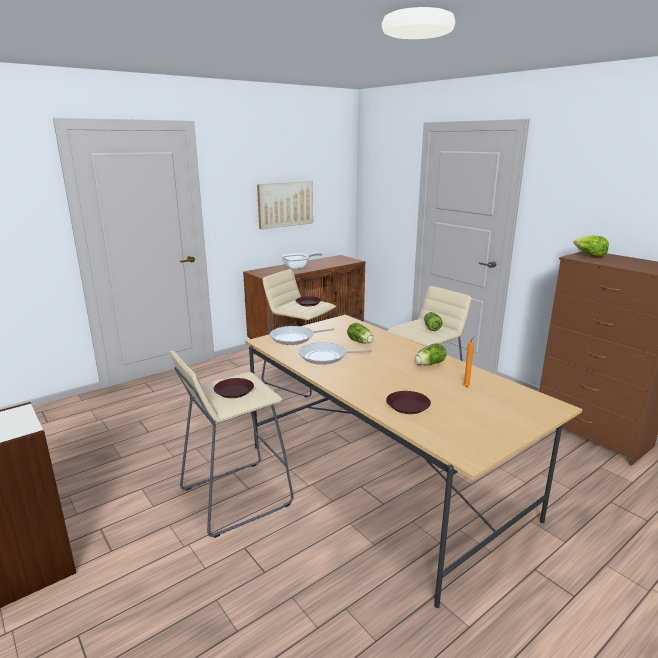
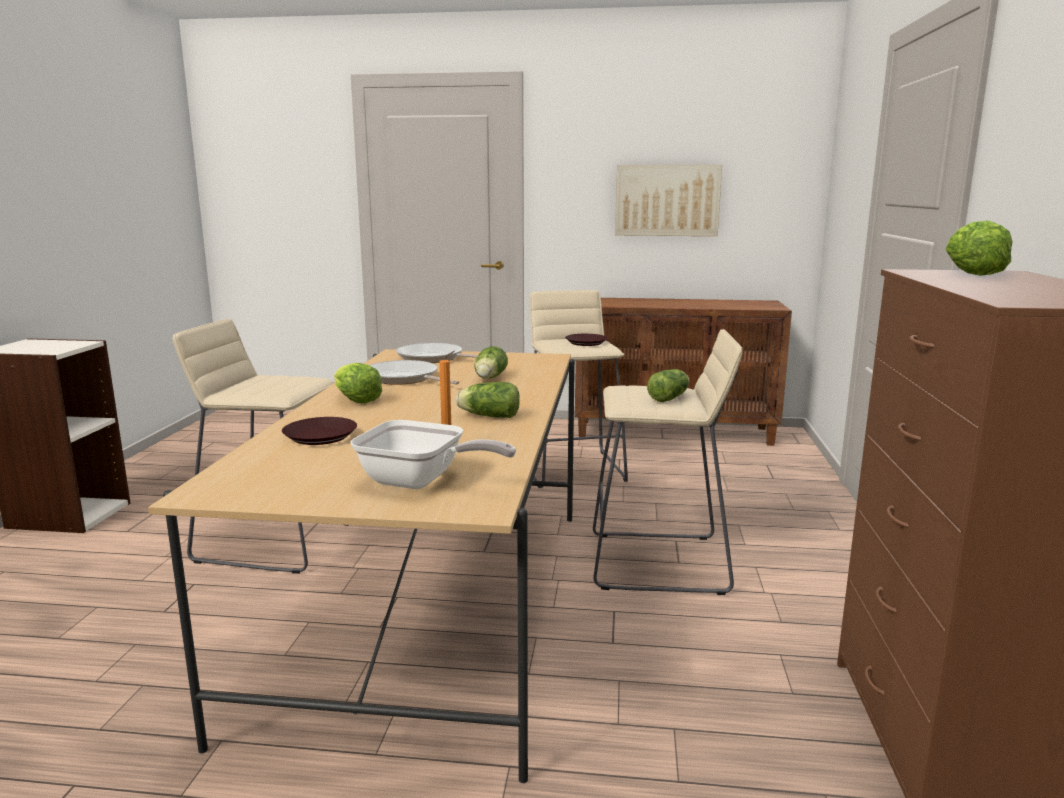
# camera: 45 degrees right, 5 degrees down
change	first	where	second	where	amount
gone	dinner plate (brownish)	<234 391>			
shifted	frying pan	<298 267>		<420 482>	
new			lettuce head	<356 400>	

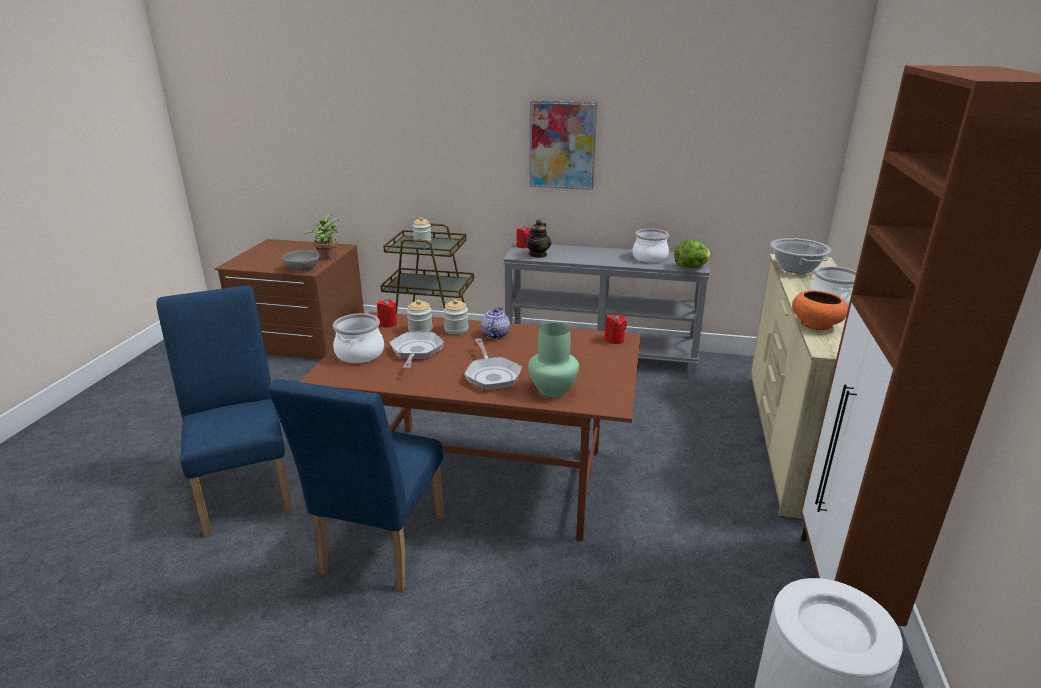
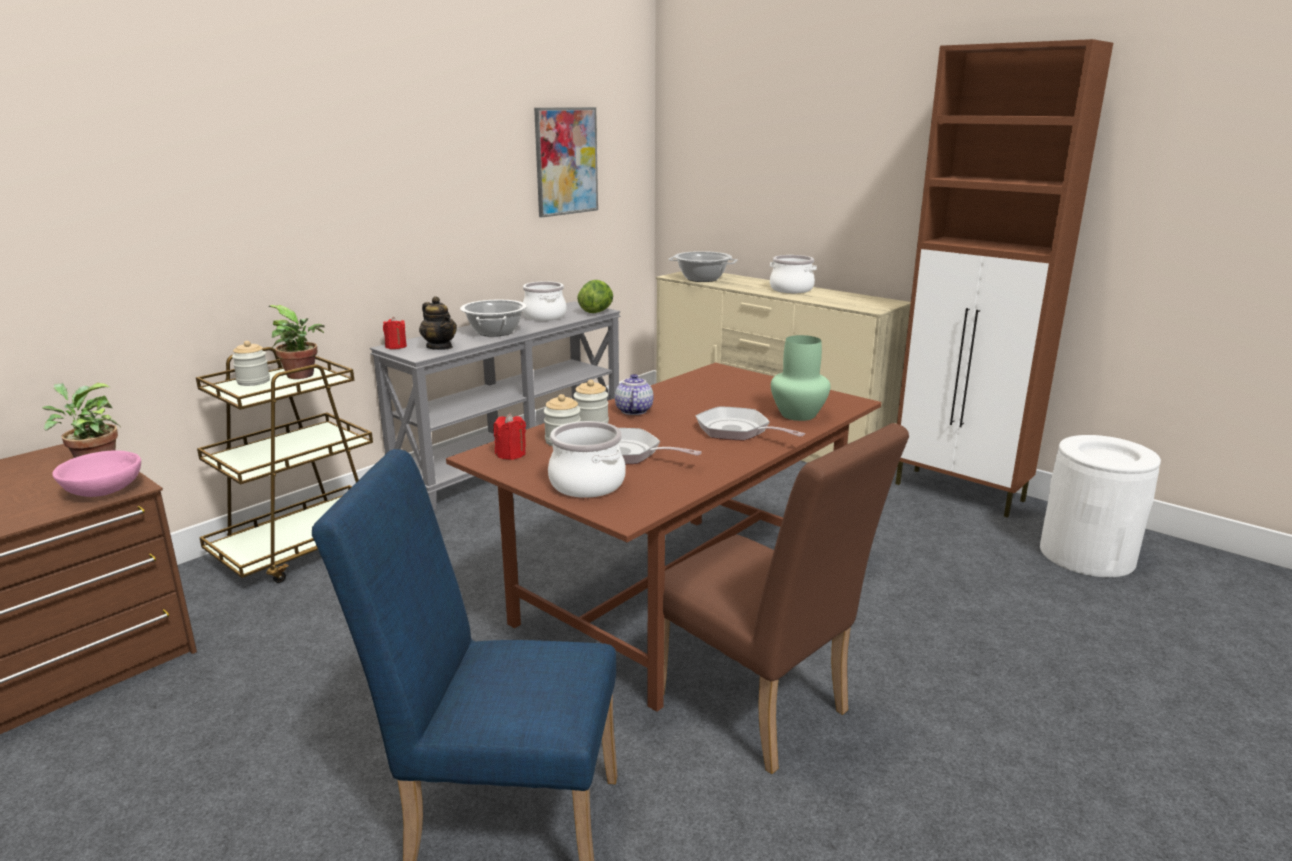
# camera: 60 degrees left, 5 degrees down
change	first	where	second	where	amount
repainted	upright chair (bluish)	<378 551>	upright chair (brownish)	<760 711>	
repainted	serving bowl (grey)	<302 269>	serving bowl (pink)	<105 491>	
rotated	frying pan	<492 375>		<737 431>	150 degrees counterclockwise
rotated	teapot	<495 334>		<633 410>	45 degrees clockwise
shifted	picture	<562 145>		<566 161>	
gone	wax light (reddish)	<614 340>			
gone	serving bowl (orange-coloured)	<816 324>			
new			houseplant	<303 376>	
new			saucepot	<495 332>	

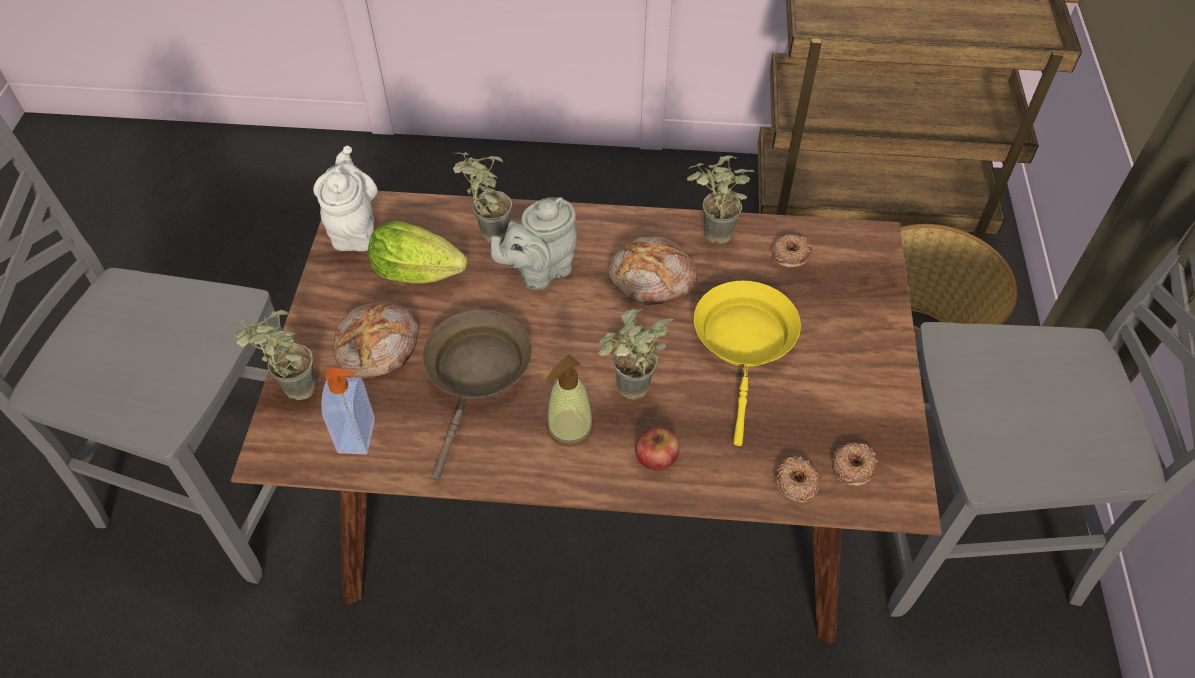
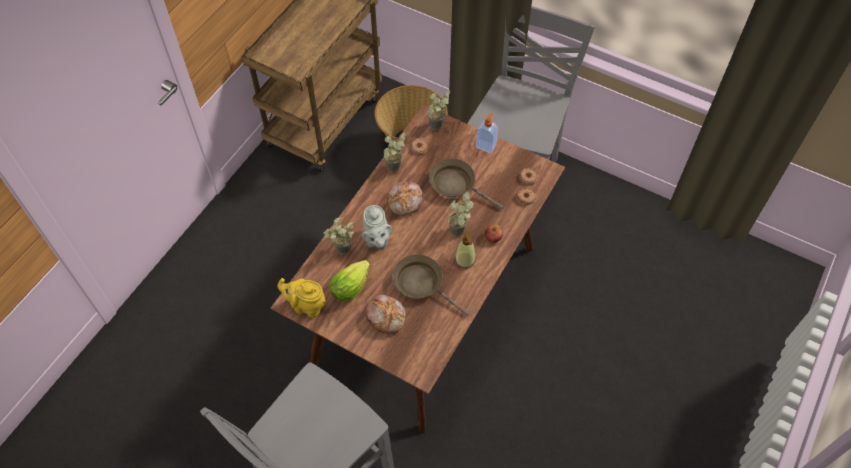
# camera: 65 degrees left, 5 degrees up
change	first	where	second	where	amount
shifted	houseplant	<291 392>		<436 129>	
repainted	teapot (whitish)	<354 230>	teapot (yellow)	<306 305>	
shifted	liquid soap bottle	<358 436>		<486 146>	
repainted	frying pan (yellow)	<744 344>	frying pan (brownish)	<456 185>	

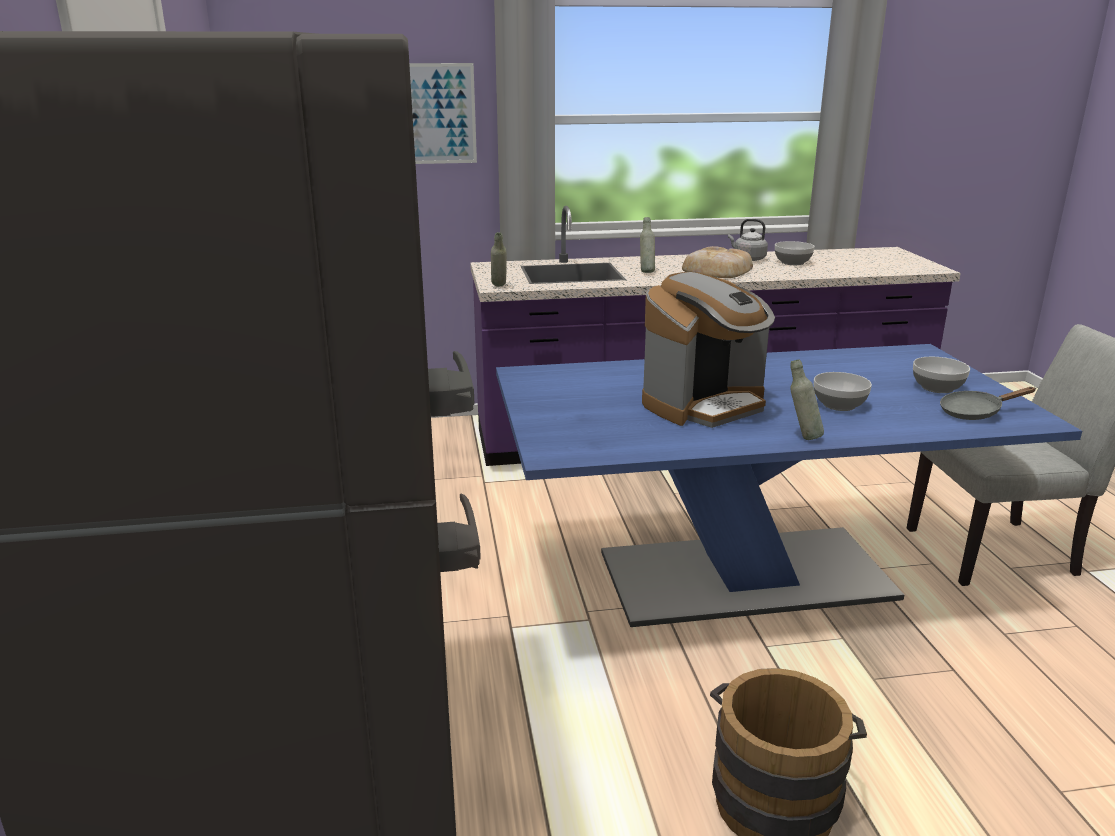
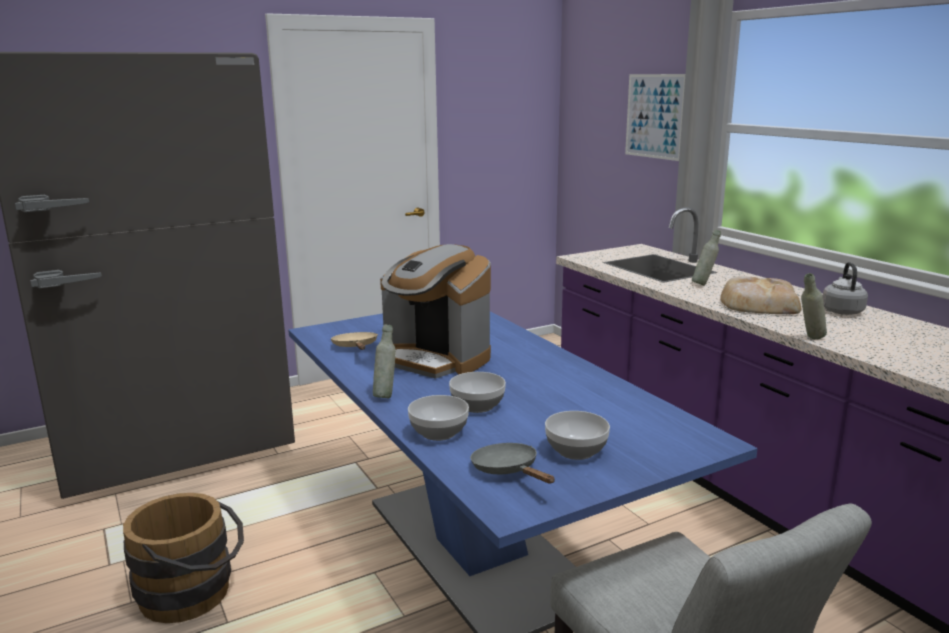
# camera: 70 degrees right, 5 degrees down
change	first	where	second	where	amount
shifted	drink bottle (grey)	<499 287>		<809 339>	
shifted	serving bowl	<793 263>		<438 433>	
new			frying pan (beige-coloured)	<356 347>	

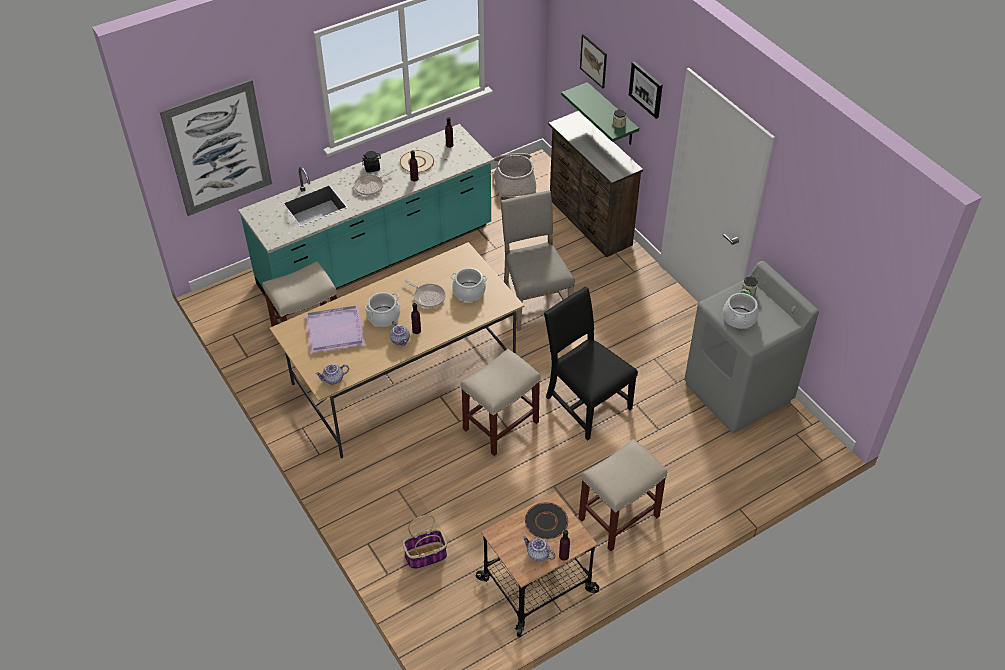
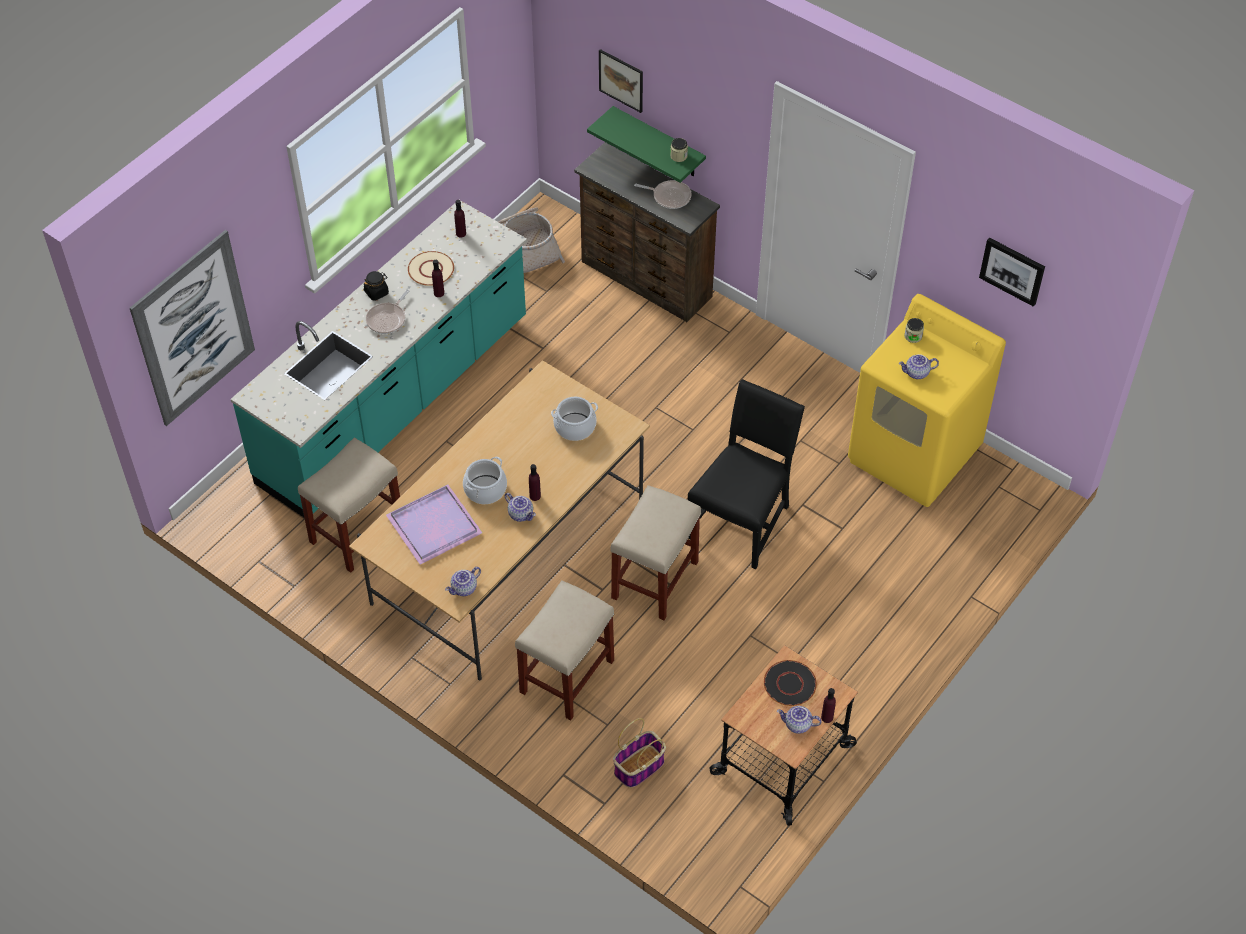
# camera: 20 degrees left, 5 degrees up
change	first	where	second	where	amount
shifted	frying pan	<428 297>		<669 196>	
gone	upright chair (beige-coloured)	<534 301>			
rotated	upright chair (black)	<585 402>		<742 520>	90 degrees clockwise
shifted	stool (beige-coloured)	<618 518>		<566 677>	
shifted	picture	<646 89>		<1012 270>	
repainted	washing machine (grey)	<738 392>	washing machine (yellow)	<914 454>	
swapped	saucepot	<739 318>	teapot	<916 373>	

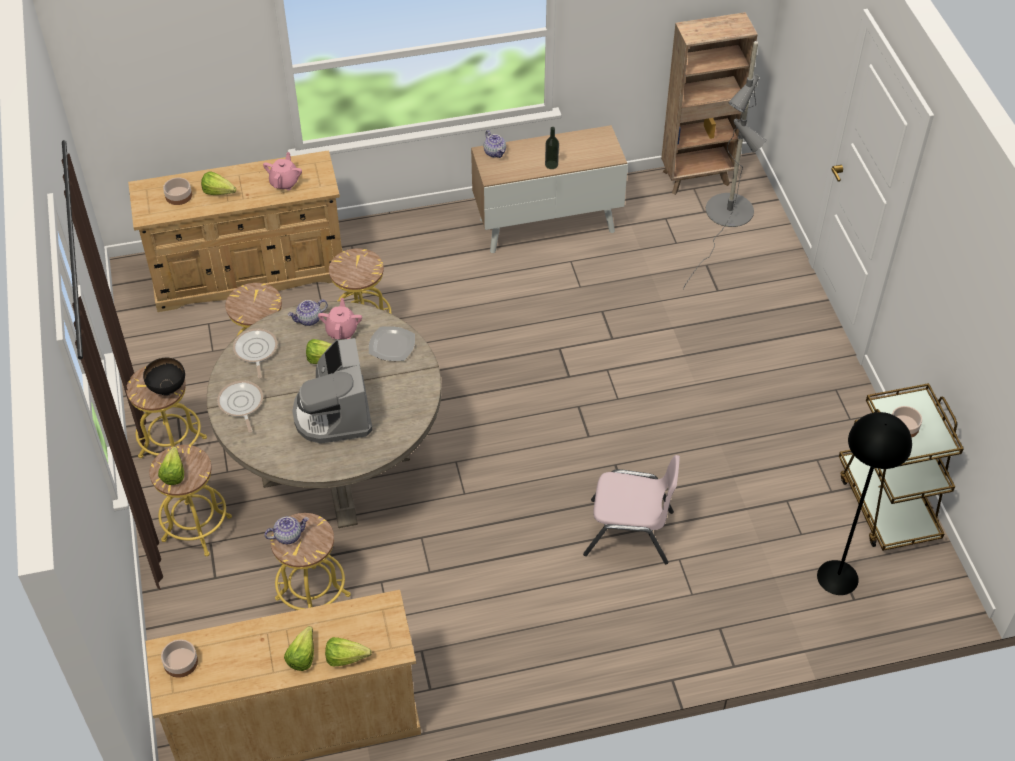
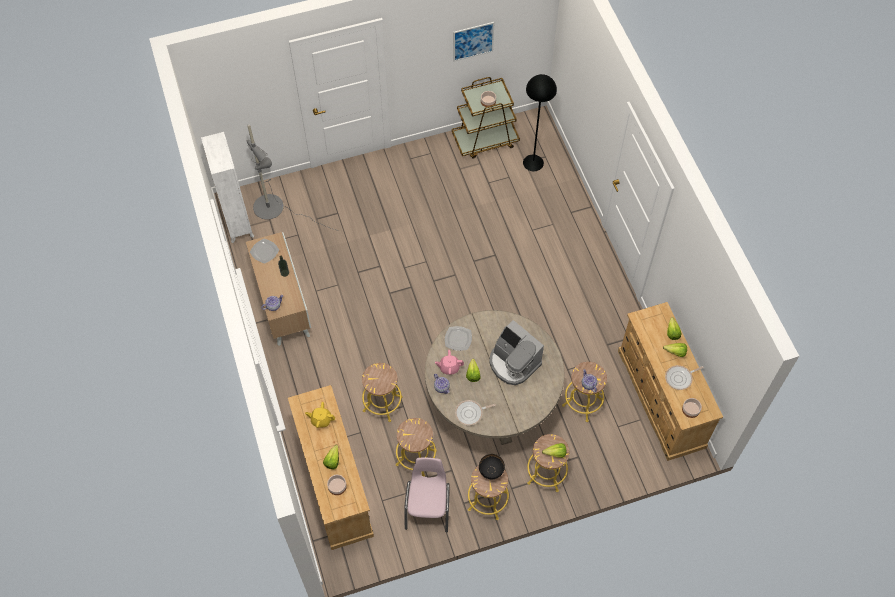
# camera: 95 degrees left, 10 degrees up
change	first	where	second	where	amount
shifted	frying pan	<241 404>		<680 378>	
repainted	teapot (pink)	<284 182>	teapot (yellow)	<321 420>	
rotated	coffee brewer	<334 413>		<513 363>	60 degrees clockwise
shifted	upright chair (pink)	<629 533>		<428 506>	
repainted	bookshelf (brownish)	<697 178>	bookshelf (whitish)	<238 224>	
new			dinner plate	<264 251>	
new			picture	<473 41>	

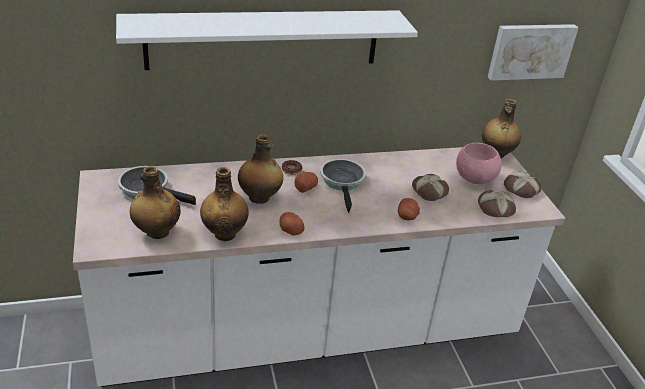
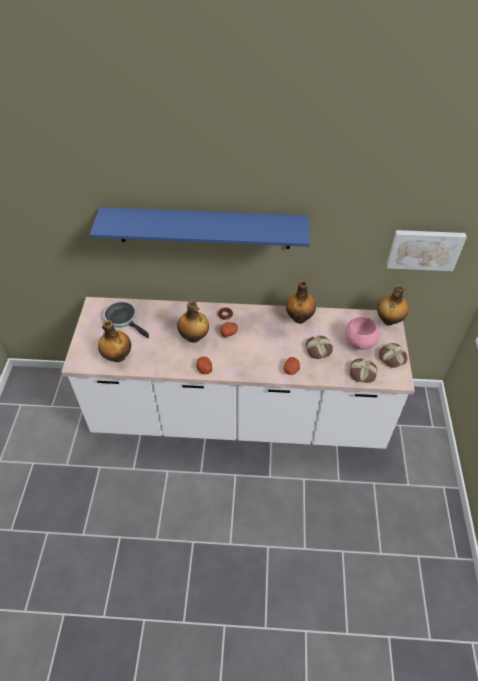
# camera: 20 degrees right, 15 degrees up
change	first	where	second	where	amount
repainted	shelf (whitish)	<263 39>	shelf (bluish)	<204 228>	
shifted	drink bottle	<225 233>		<299 318>	
gone	frying pan	<343 182>			

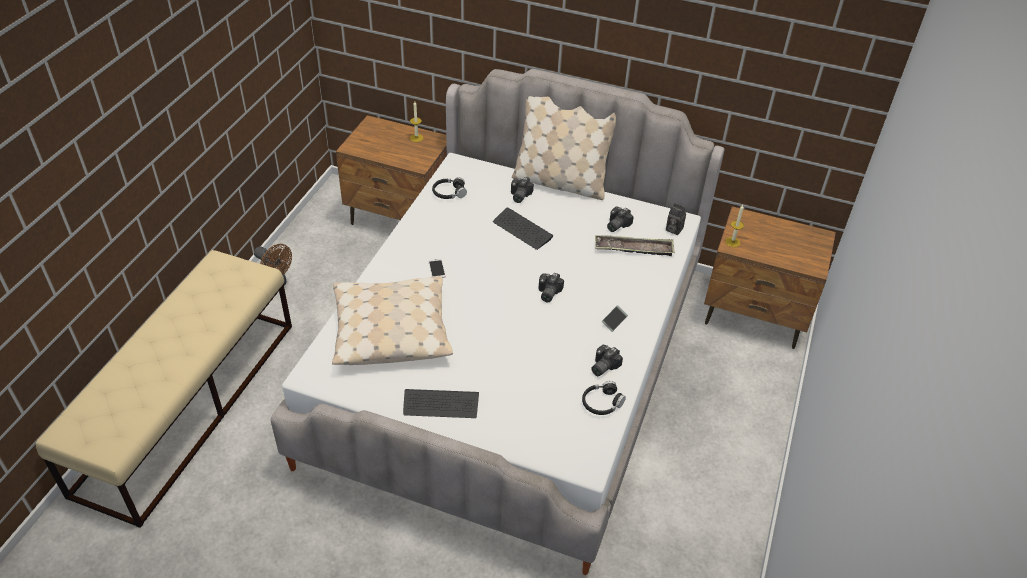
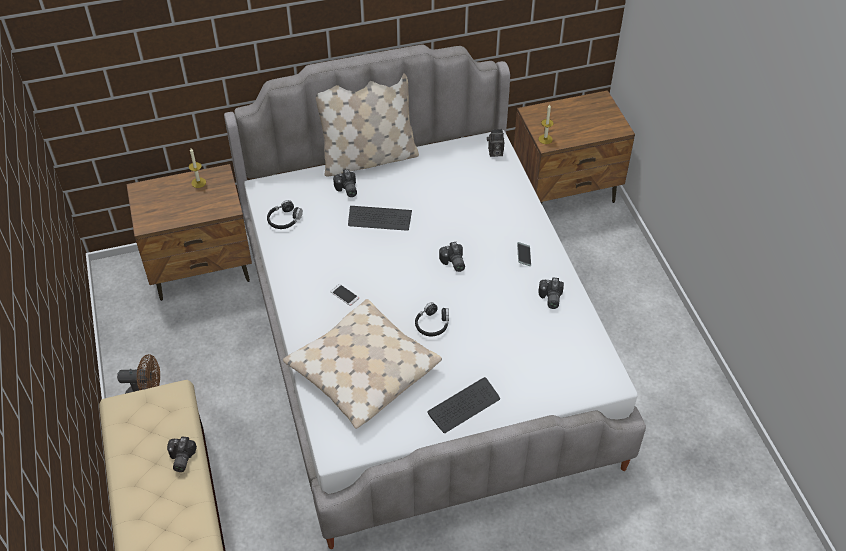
# camera: 35 degrees left, 5 degrees up
change	first	where	second	where	amount
shifted	pair of headphones (black)	<602 403>		<432 324>	
gone	serving tray	<633 249>			
shifted	still camera	<616 225>		<180 459>	

